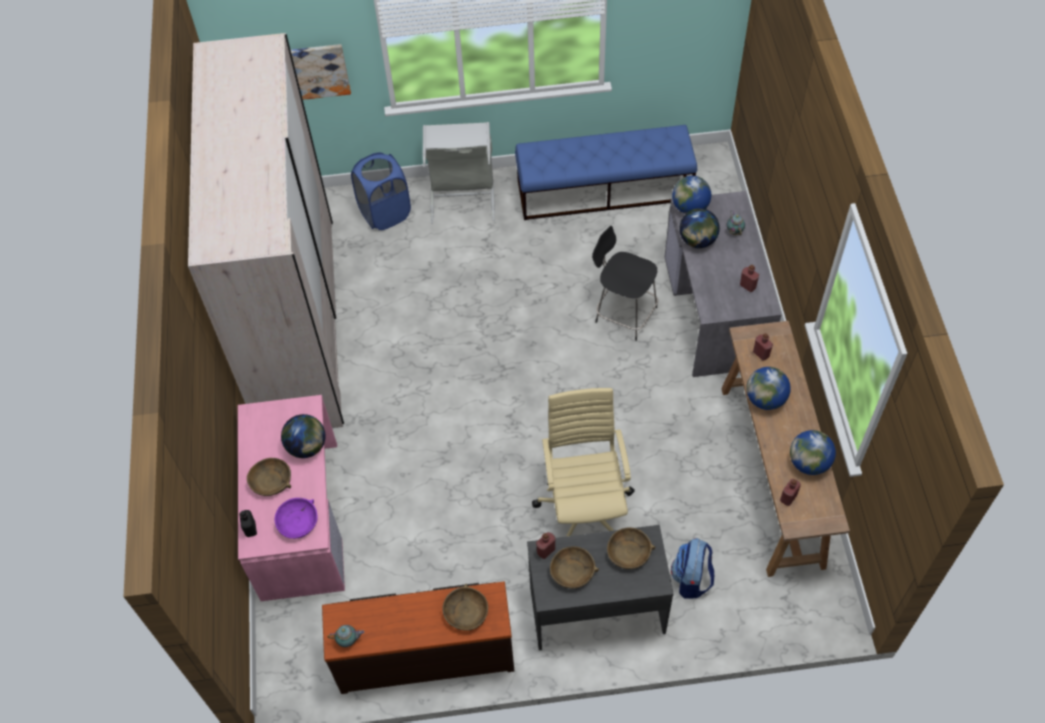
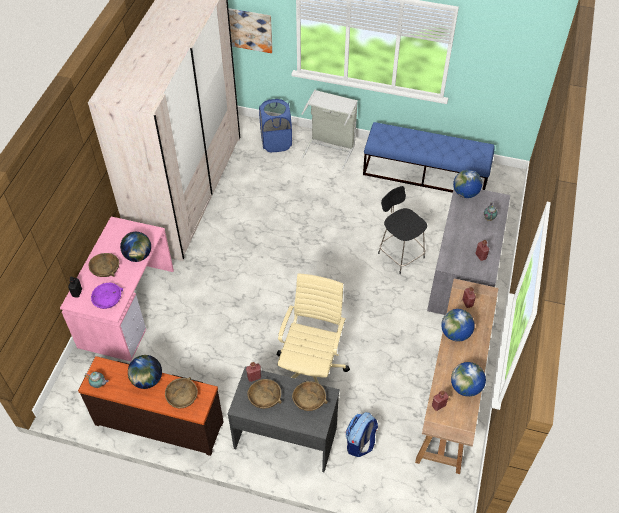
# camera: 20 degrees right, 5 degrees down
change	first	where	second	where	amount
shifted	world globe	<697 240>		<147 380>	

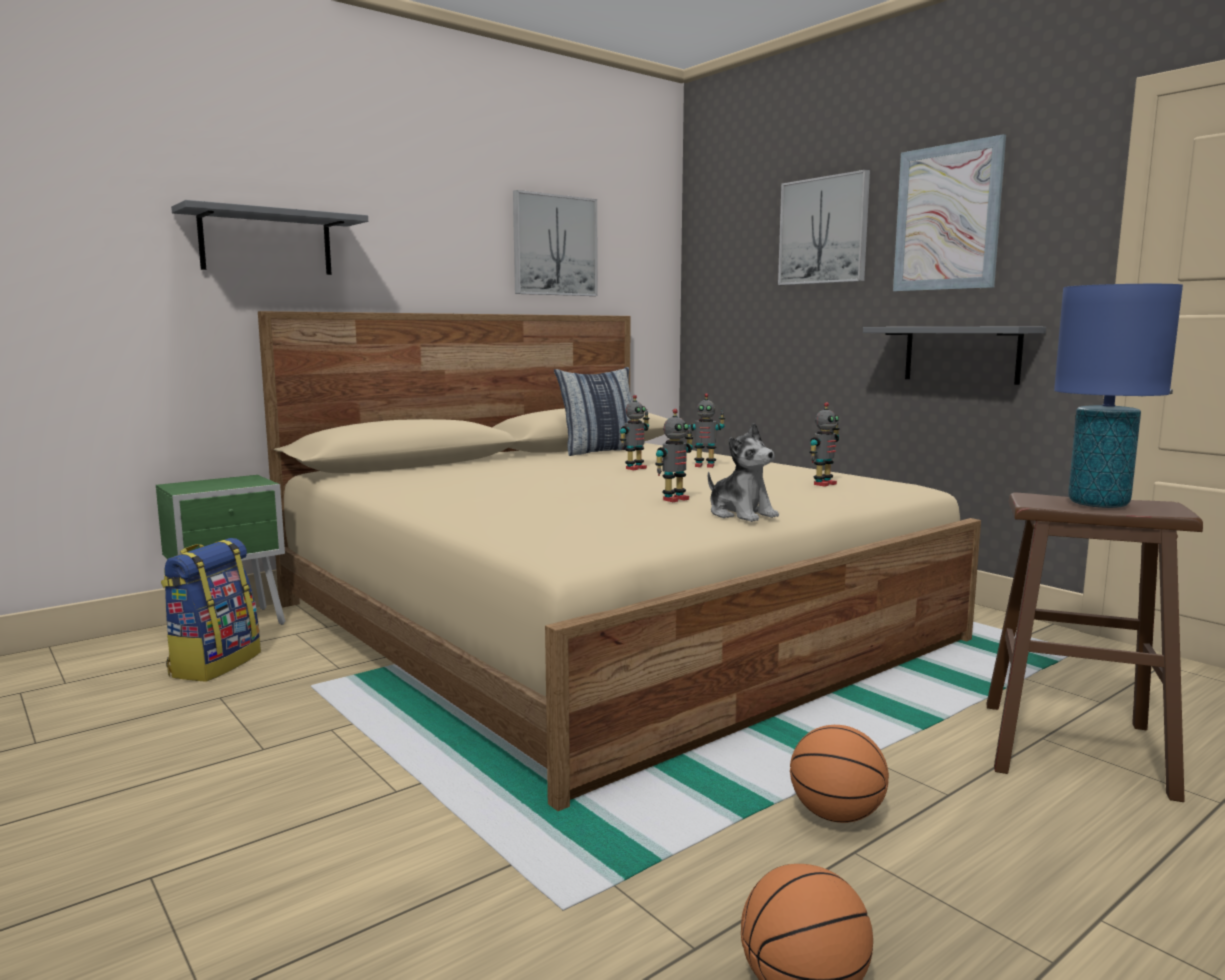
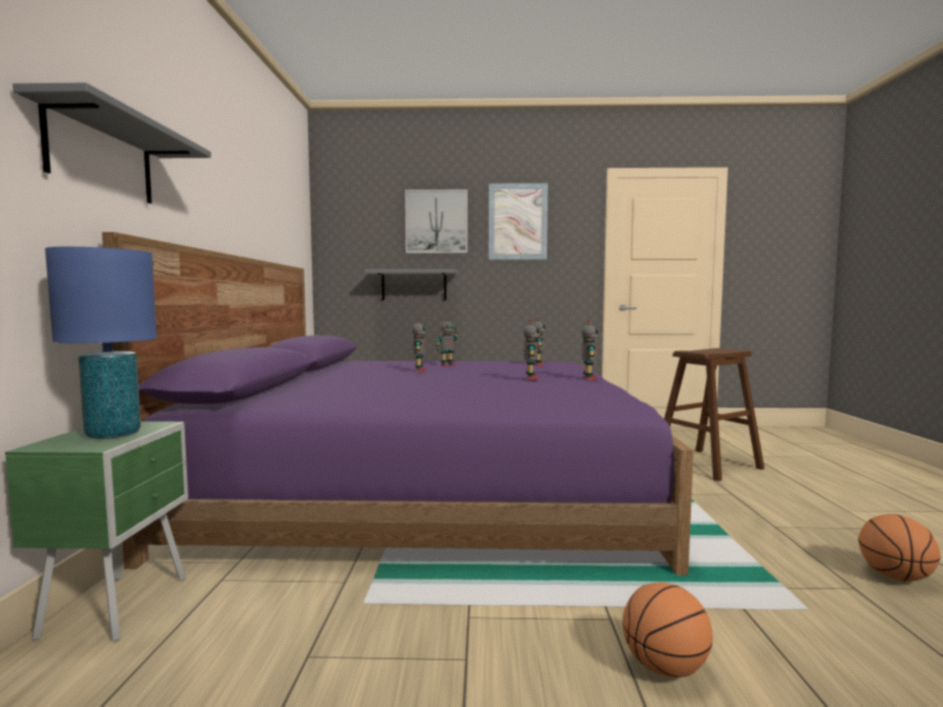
# camera: 50 degrees left, 5 degrees down
change	first	where	second	where	amount
gone	rucksack	<214 664>			
repainted	bedroom bed (beige-coloured)	<603 621>	bedroom bed (purple-coloured)	<428 482>	
gone	picture	<554 245>			
gone	pillow	<600 451>			
swapped	cuddly toy	<741 514>	model robot	<588 378>	
shifted	basketball ball	<836 816>		<664 667>	
shifted	shelf (grey)	<961 354>		<414 285>	
shifted	tabletop lamp (bluish)	<1099 504>		<114 434>	

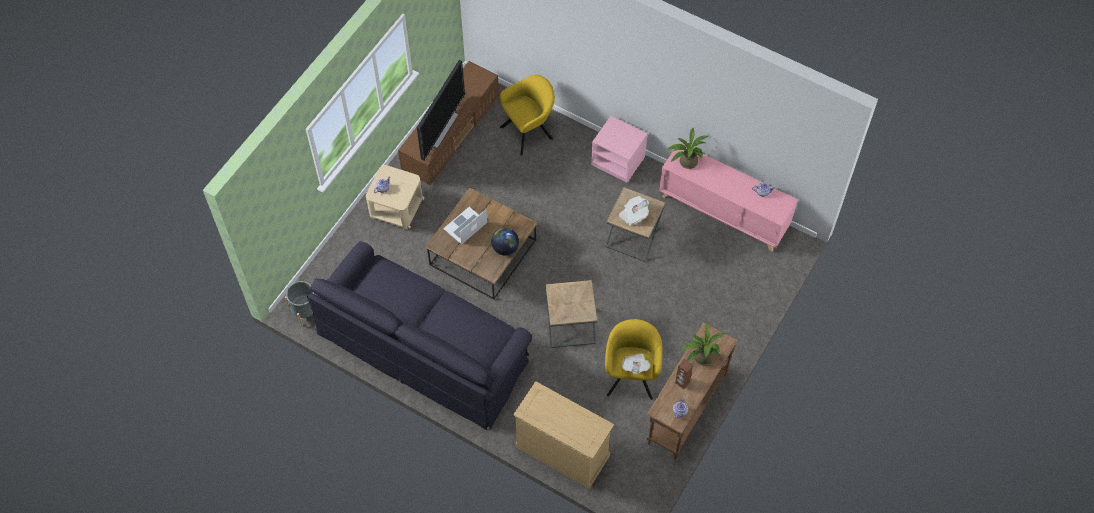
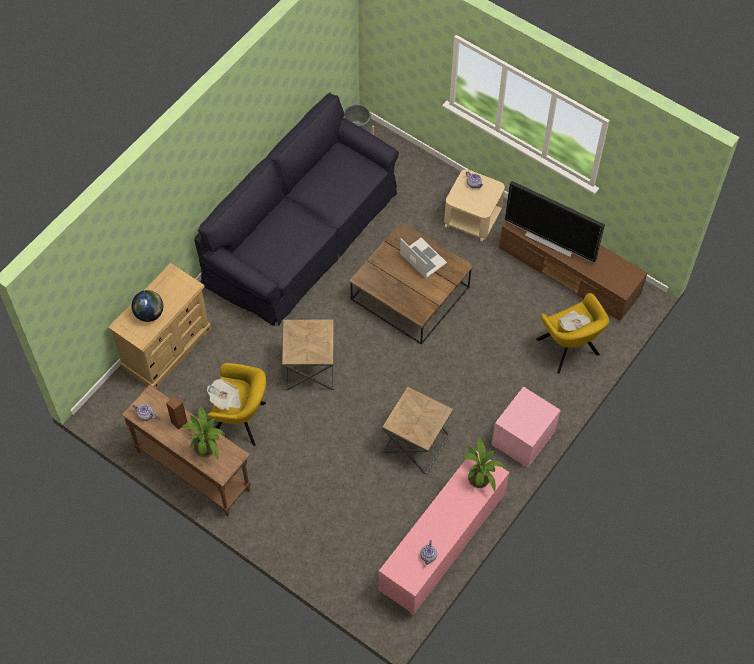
# camera: 95 degrees right, 0 degrees up
change	first	where	second	where	amount
shifted	world globe	<505 248>		<149 314>	
shifted	daily paper	<633 214>		<573 325>	

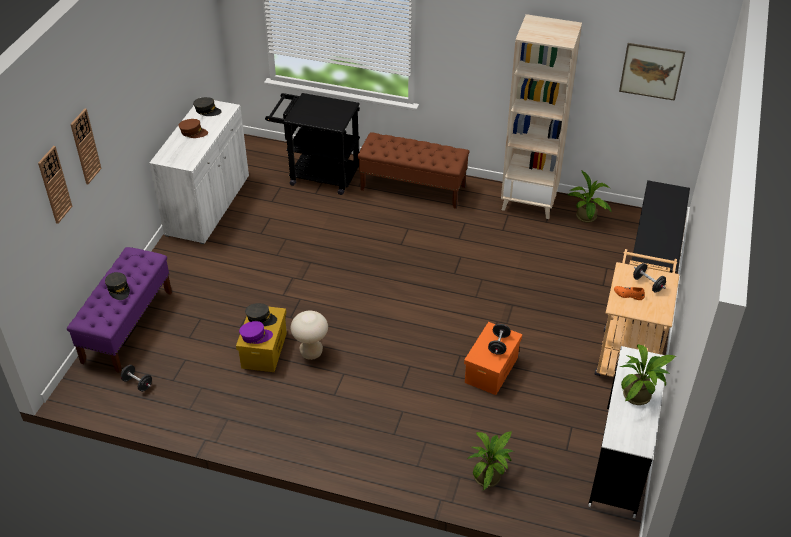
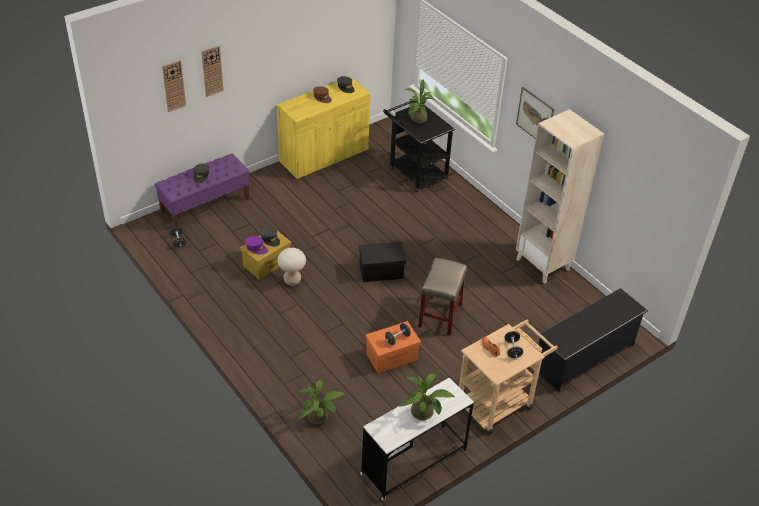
# camera: 35 degrees right, 0 degrees up
change	first	where	second	where	amount
repainted	storage cabinet (whitish)	<208 205>	storage cabinet (yellow)	<324 156>	
gone	long seat (brownish)	<413 188>			
shifted	houseplant	<587 218>		<417 120>	
shifted	picture	<651 71>		<535 116>	
new			storage bin (black)	<381 271>	
new			stool (beige-coloured)	<440 315>	

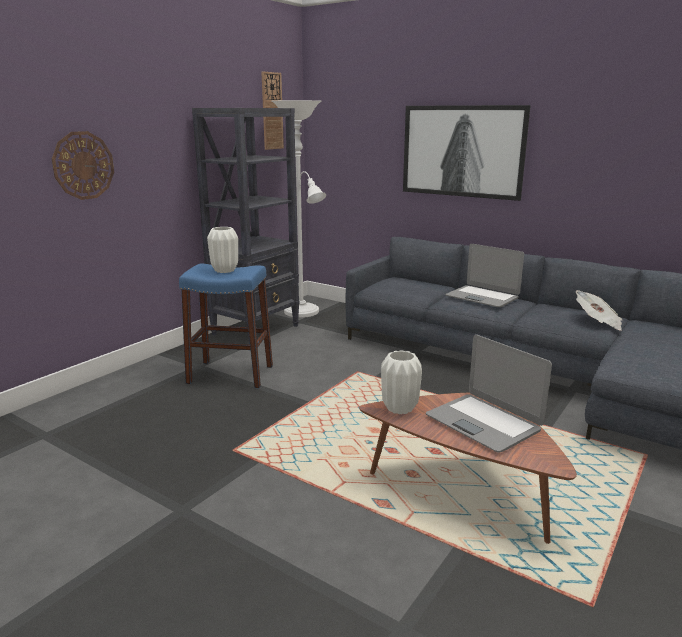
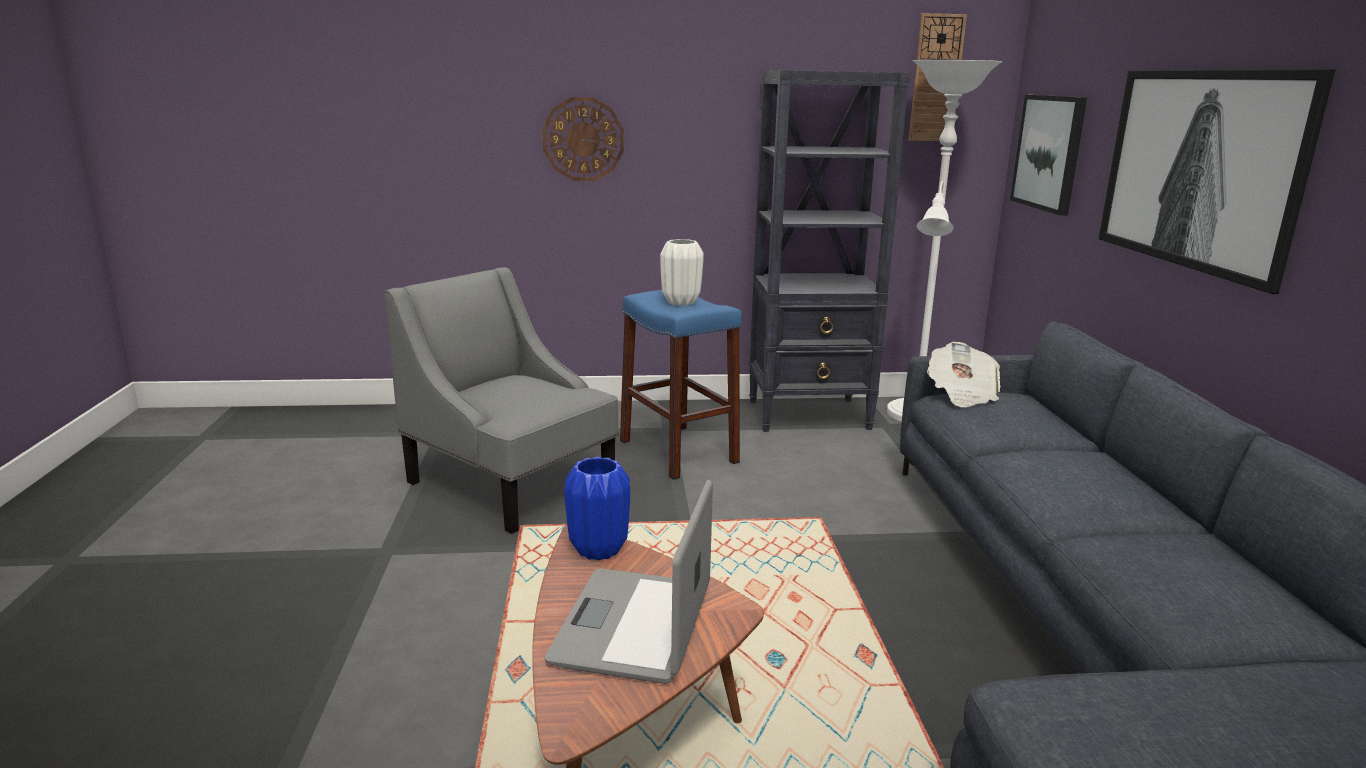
# camera: 50 degrees right, 0 degrees up
change	first	where	second	where	amount
repainted	flower vase (whitish)	<400 408>	flower vase (bluish)	<599 550>	
gone	laptop	<482 297>			
shifted	daily paper	<598 323>		<961 394>	
new			armchair (grey)	<511 483>	
new			picture	<1049 152>	

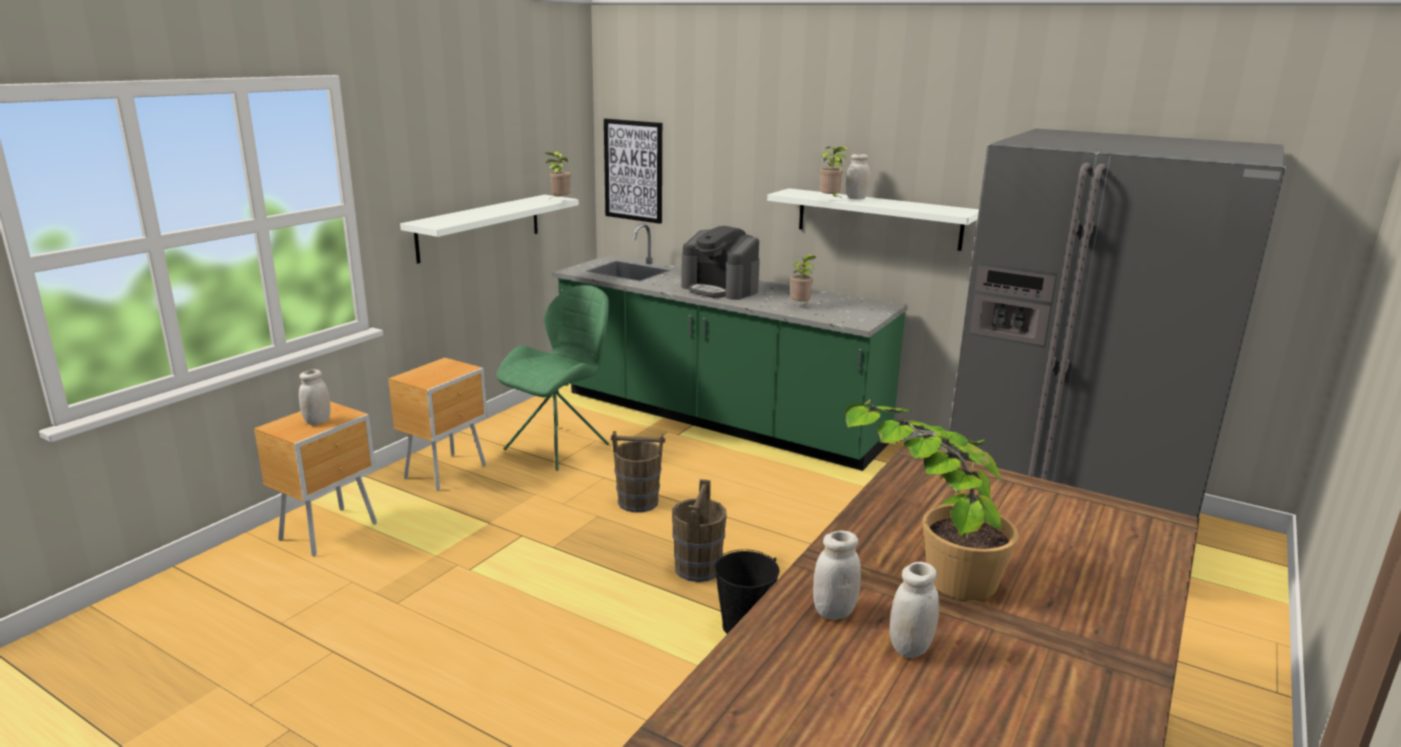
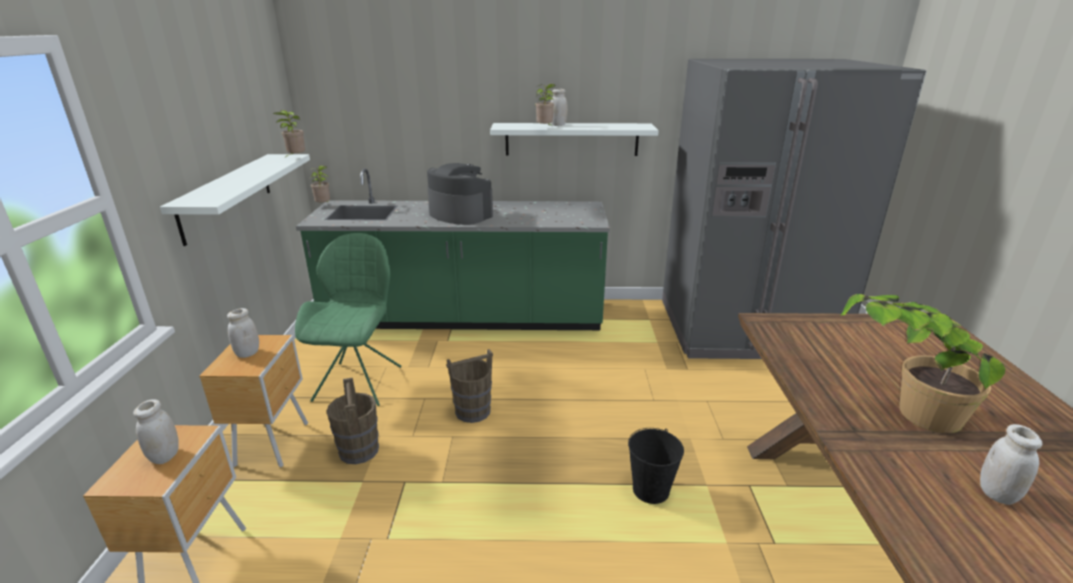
# camera: 30 degrees left, 5 degrees up
change	first	where	second	where	amount
gone	picture	<633 170>			
shifted	bucket (brownish)	<698 568>		<359 450>	
rotated	coffee brewer	<720 289>		<460 214>	150 degrees counterclockwise
shifted	houseplant	<801 306>		<324 205>	
shifted	jar (whitish)	<834 611>		<247 353>	

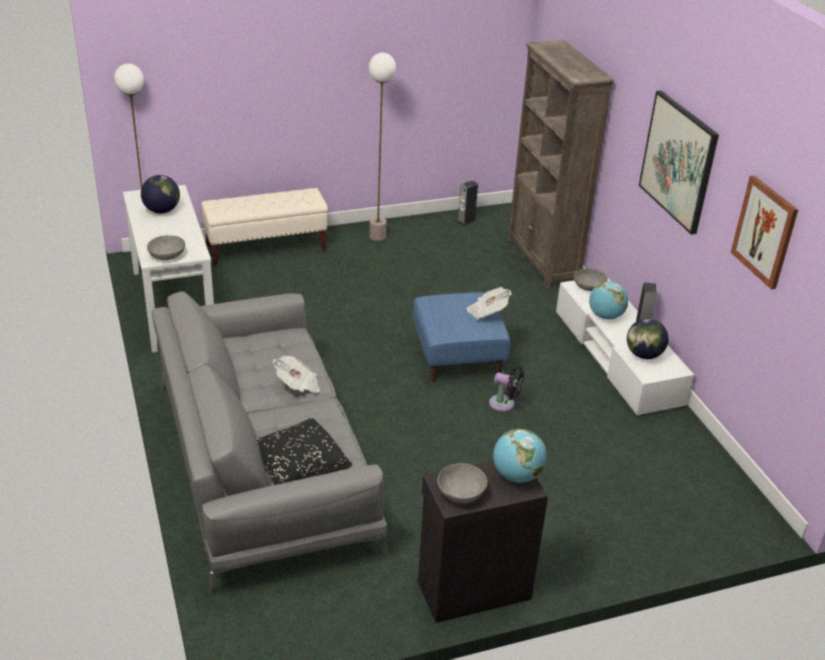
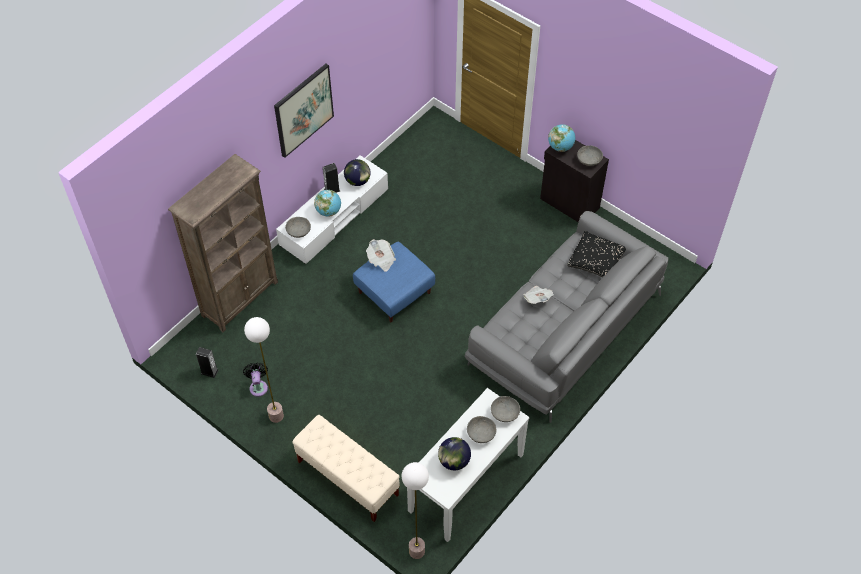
# camera: 120 degrees left, 20 degrees up
change	first	where	second	where	amount
shifted	electric fan (black)	<504 404>		<258 386>	
gone	picture	<765 231>			
new			serving bowl (grey)	<481 434>	

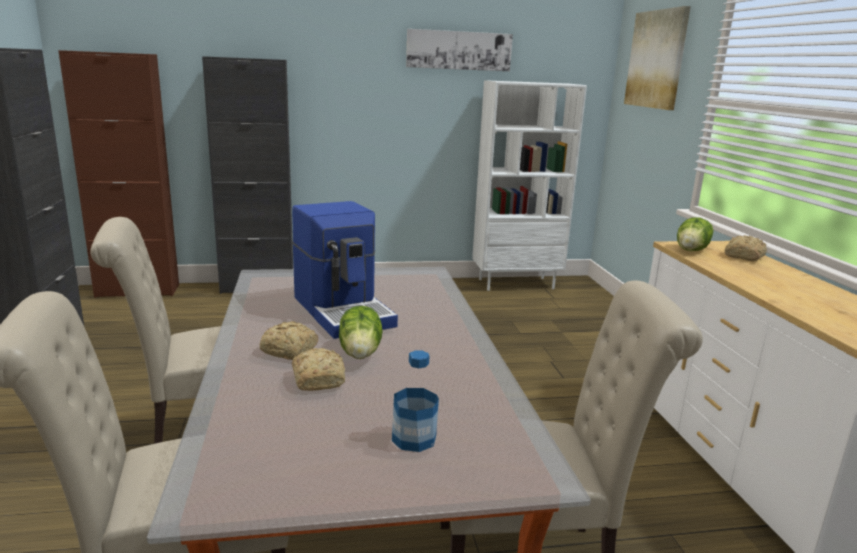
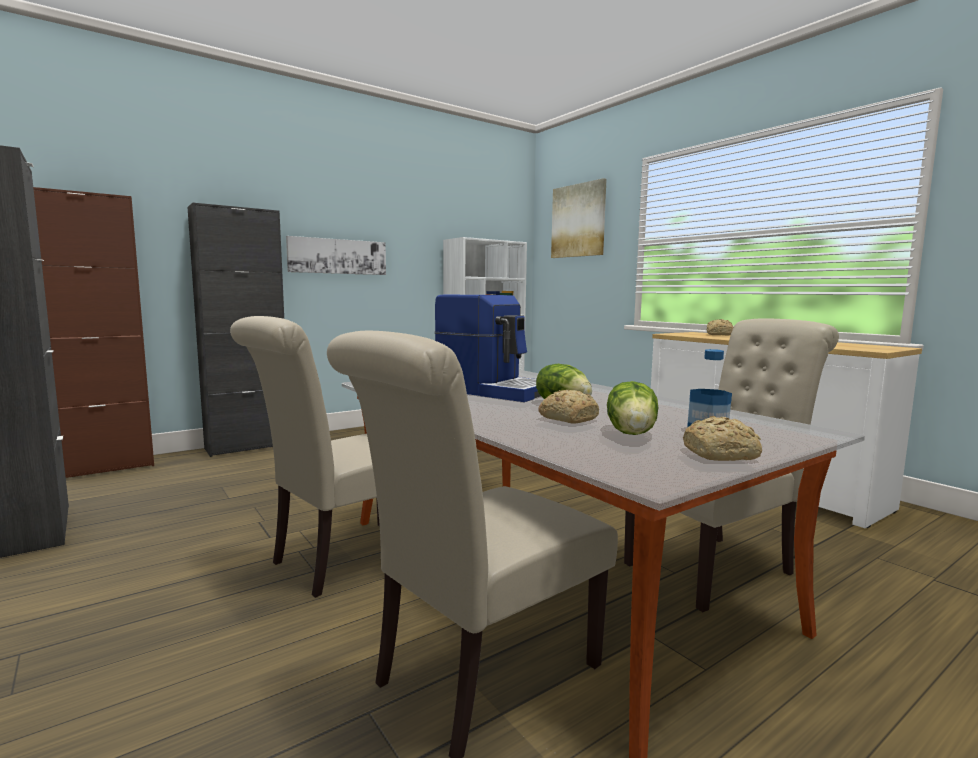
# camera: 25 degrees left, 10 degrees down
change	first	where	second	where	amount
shifted	baked bread	<290 351>		<722 454>	
shifted	picture	<459 50>		<337 256>	
shifted	lettuce head	<692 250>		<632 433>	

